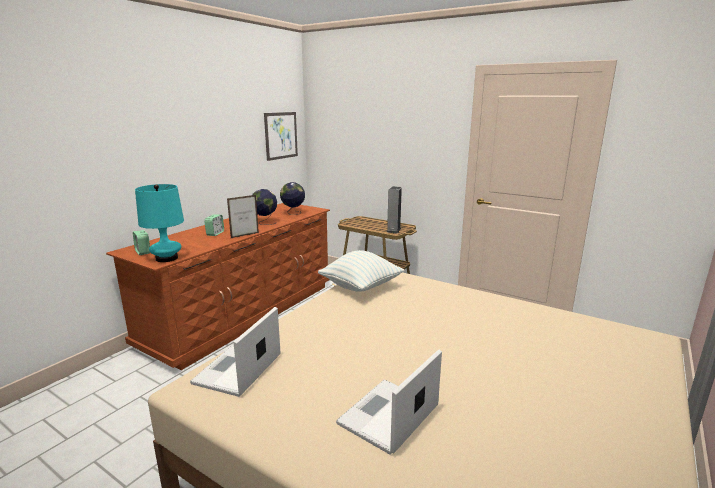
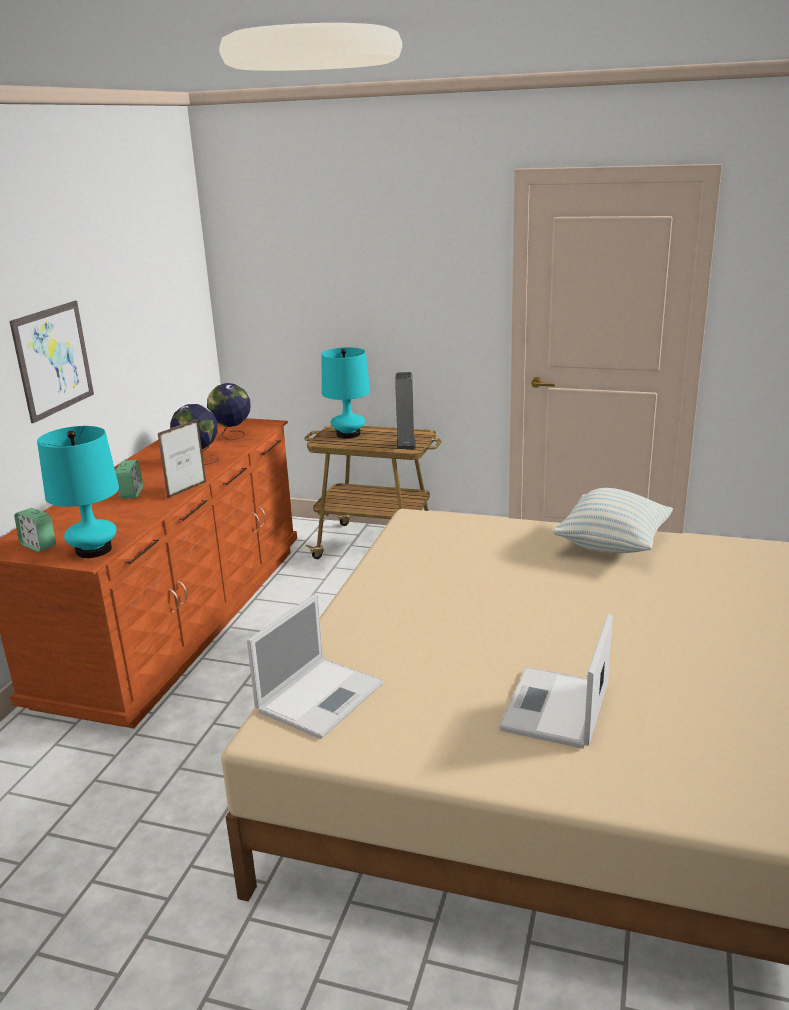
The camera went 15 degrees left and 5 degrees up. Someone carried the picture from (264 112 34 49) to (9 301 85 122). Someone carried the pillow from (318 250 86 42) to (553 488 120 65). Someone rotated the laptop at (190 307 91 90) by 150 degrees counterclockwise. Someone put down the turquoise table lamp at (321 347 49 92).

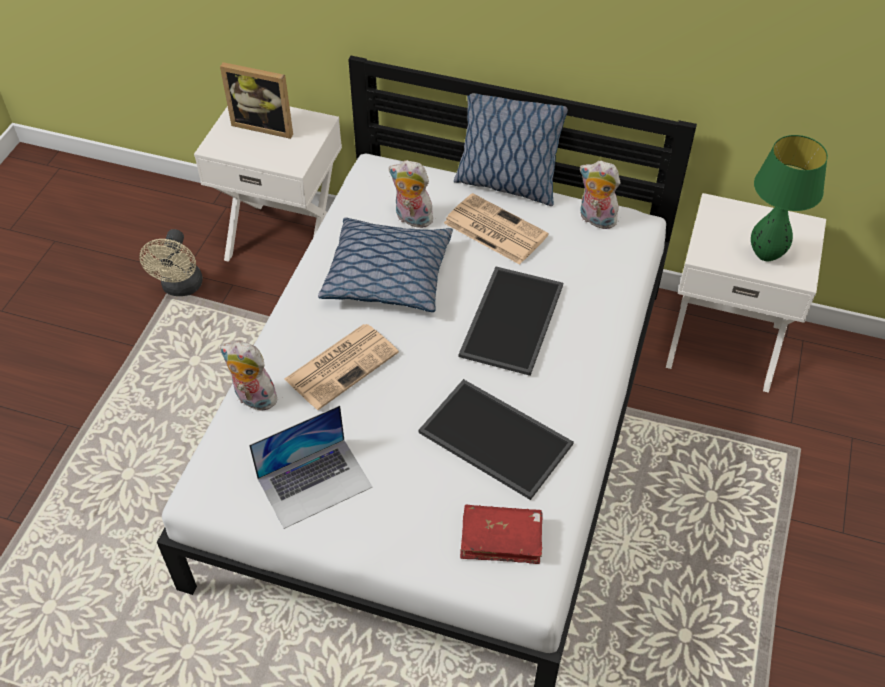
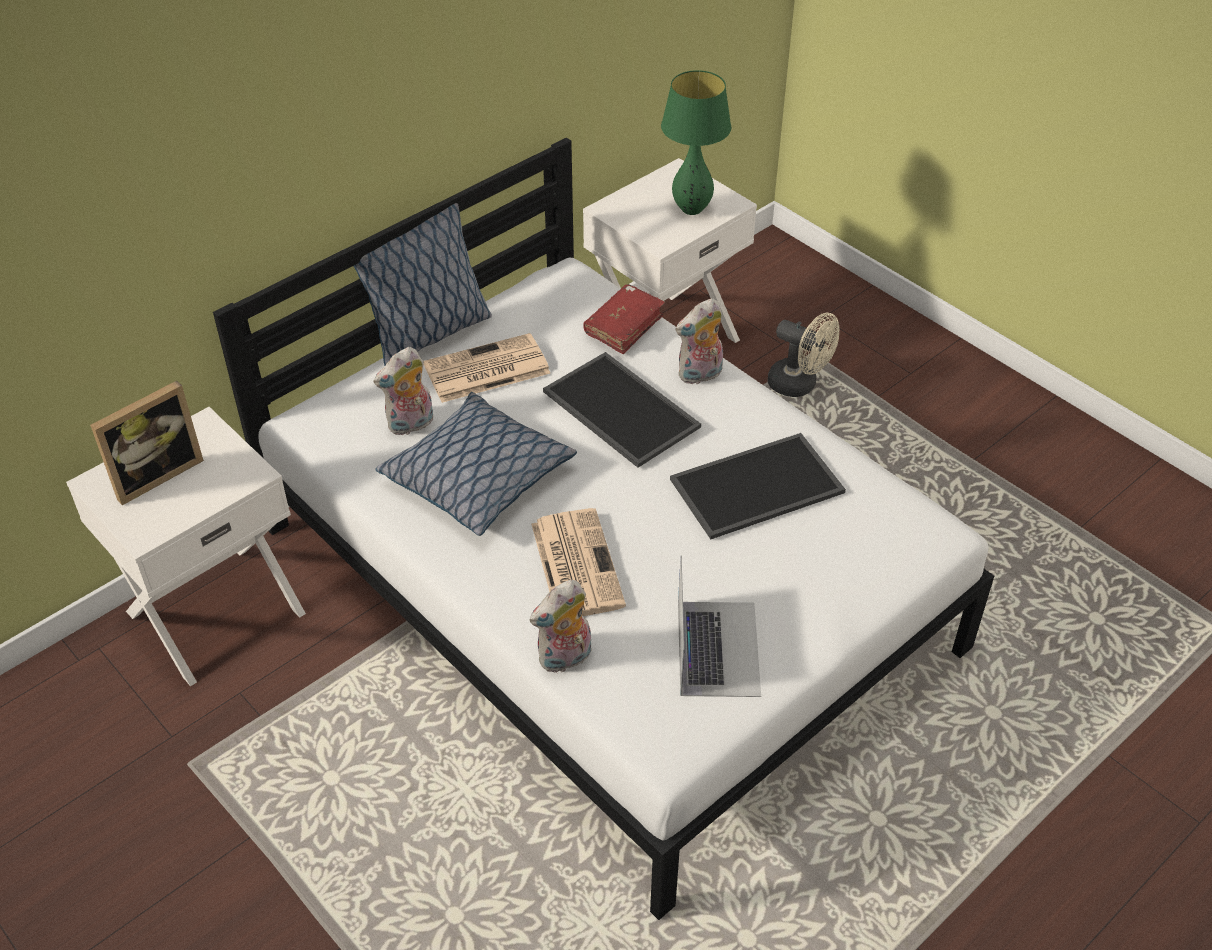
The camera went 60 degrees left and 5 degrees down. Someone carried the plush toy from (579 161 41 68) to (676 298 47 86). Someone carried the beige fan from (139 229 64 67) to (767 313 72 84). Someone carried the red book from (460 504 83 60) to (583 284 82 70).

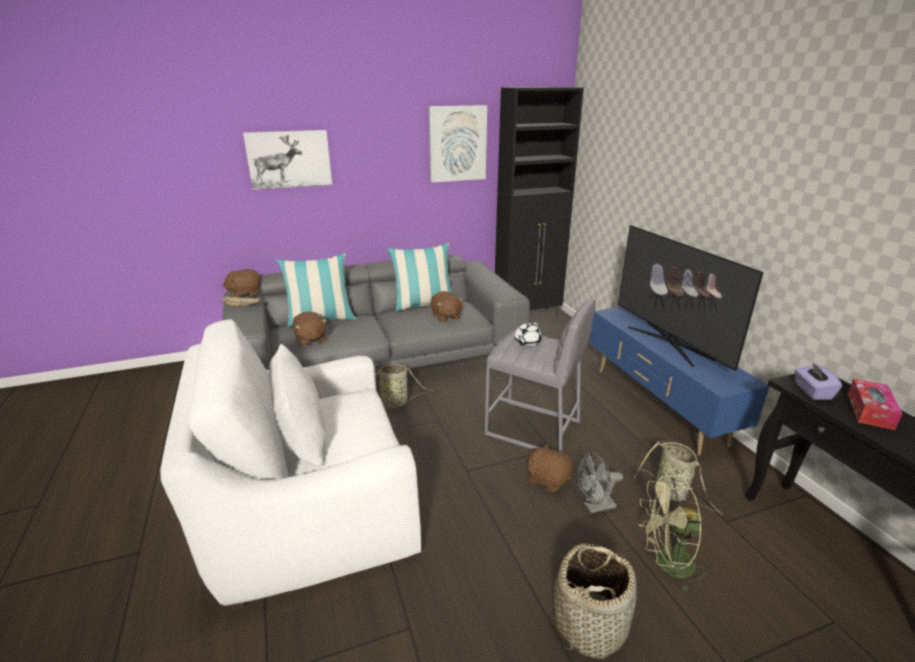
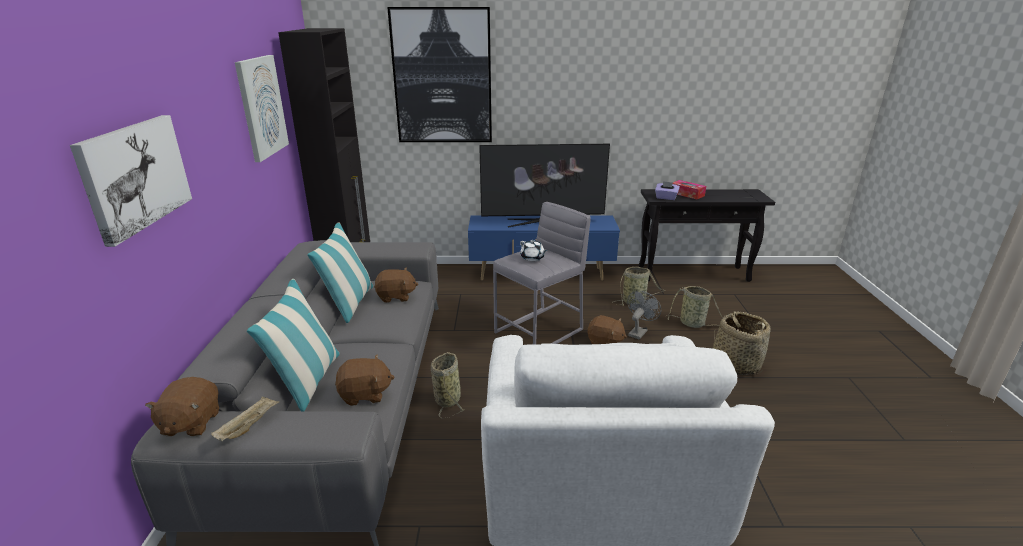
The camera went 70 degrees left and 0 degrees up. Someone rotated the brown plush toy at (526 444 47 49) by 120 degrees counterclockwise. Someone rotated the grey fan at (577 452 46 61) by 150 degrees counterclockwise. Someone swapped the green fan at (639 476 70 116) for the basket at (666 286 57 42). Someone put up the picture at (387 7 105 135).

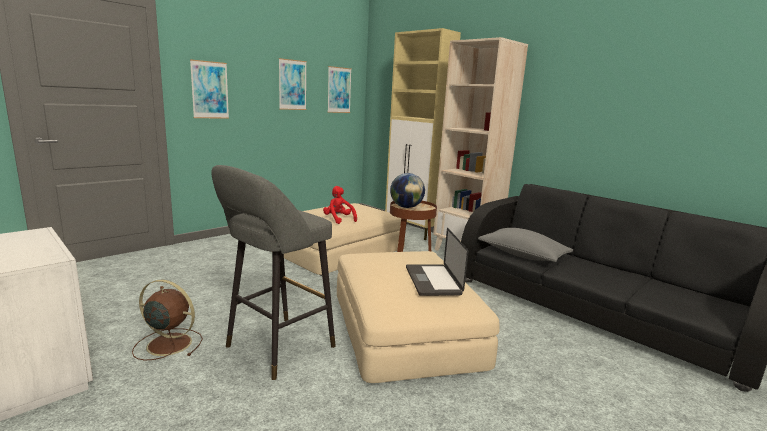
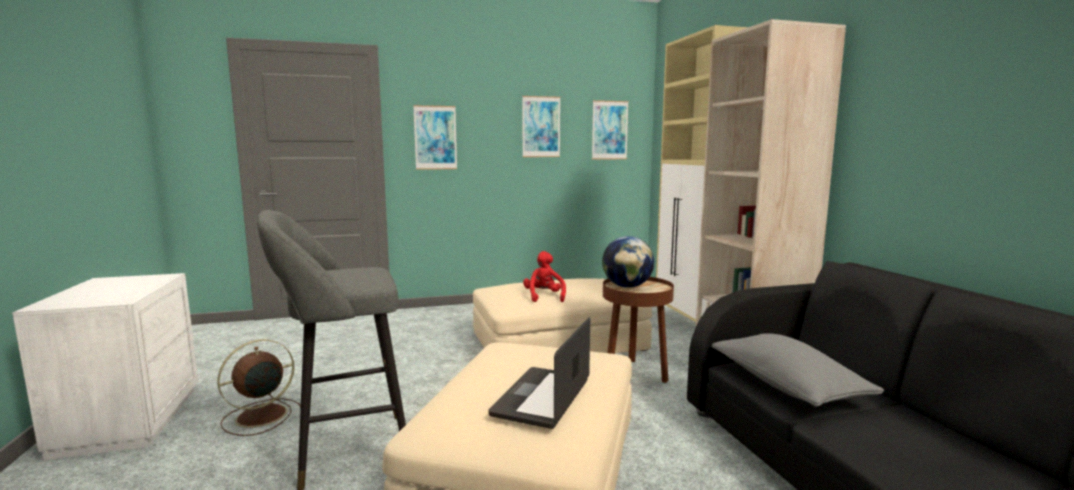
The camera went 30 degrees right and 5 degrees down. Someone rotated the brown fan at (132 280 71 80) by 90 degrees counterclockwise.

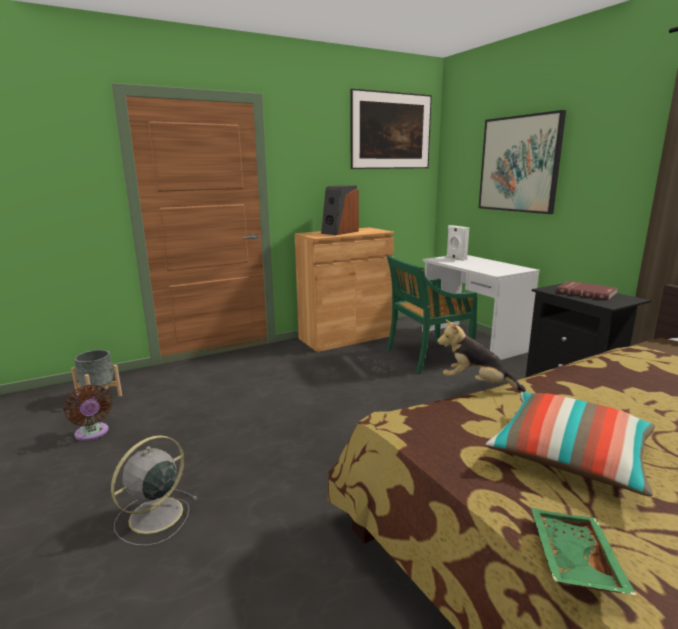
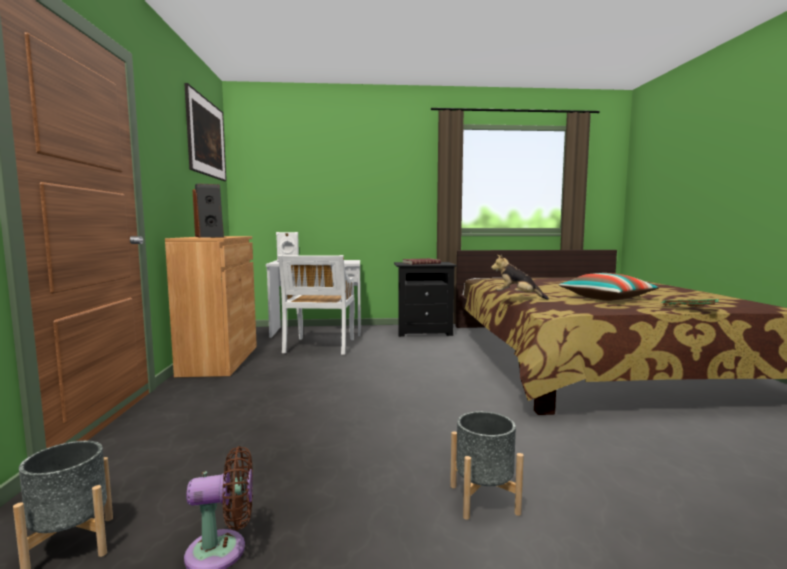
The camera went 65 degrees left and 10 degrees down. Someone took away the picture at (479 110 87 104). Someone repainted the green chair at (387 255 90 118), which became the white chair at (278 255 77 100). Someone rotated the plush toy at (437 320 89 72) by 75 degrees clockwise. Someone swapped the grey fan at (111 435 87 111) for the grey planter at (450 411 74 109).

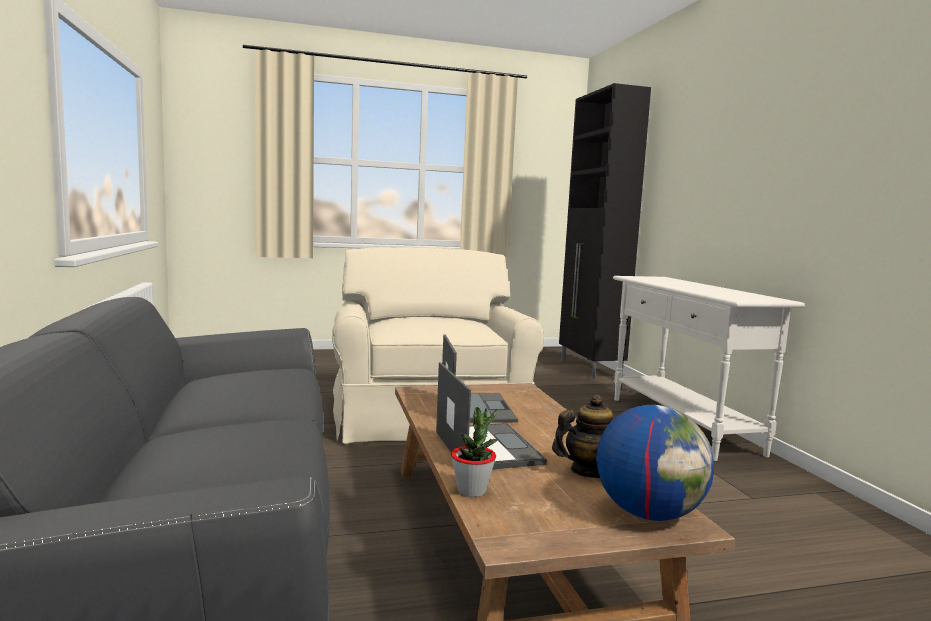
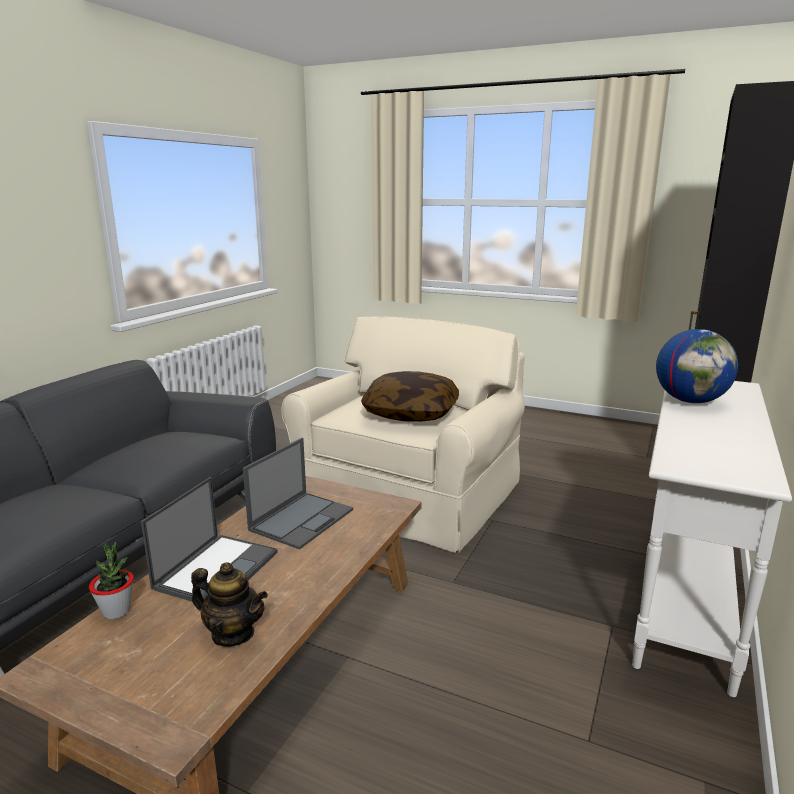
The camera went 40 degrees right and 10 degrees up. Someone carried the globe from (596 405 118 116) to (656 329 82 74). Someone put down the pillow at (361 371 98 51).

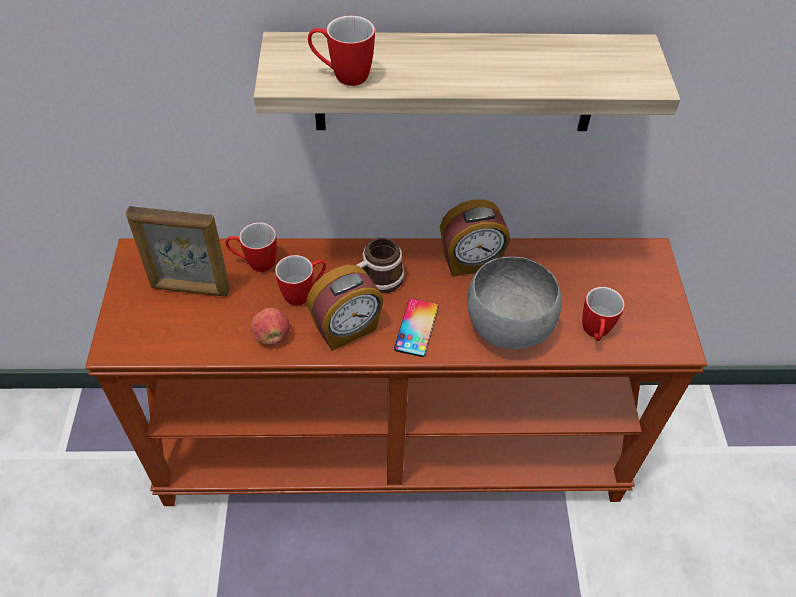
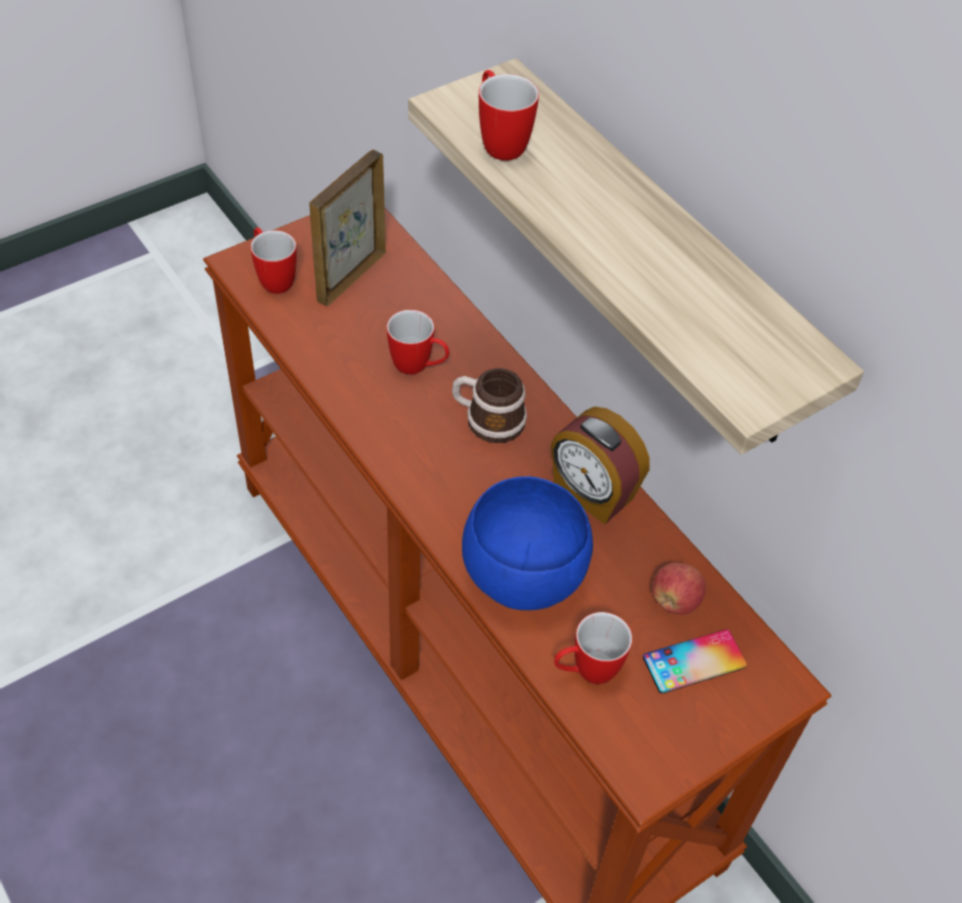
The camera went 55 degrees right and 0 degrees up. Someone rotated the picture frame at (126 206 104 91) by 60 degrees clockwise. Someone carried the mug from (226 222 51 50) to (250 227 47 67). Someone repainted the grey bowl at (467 257 95 92), which became the blue bowl at (462 476 131 134). Someone took away the alarm clock at (306 265 78 86). Someone carried the phone from (394 298 45 59) to (643 629 104 64). Someone carried the apple from (251 308 39 37) to (652 562 54 52).

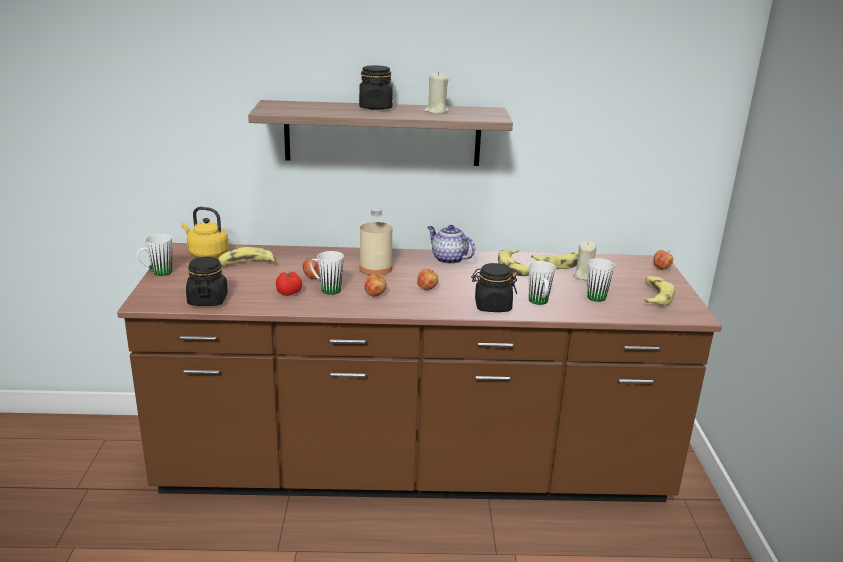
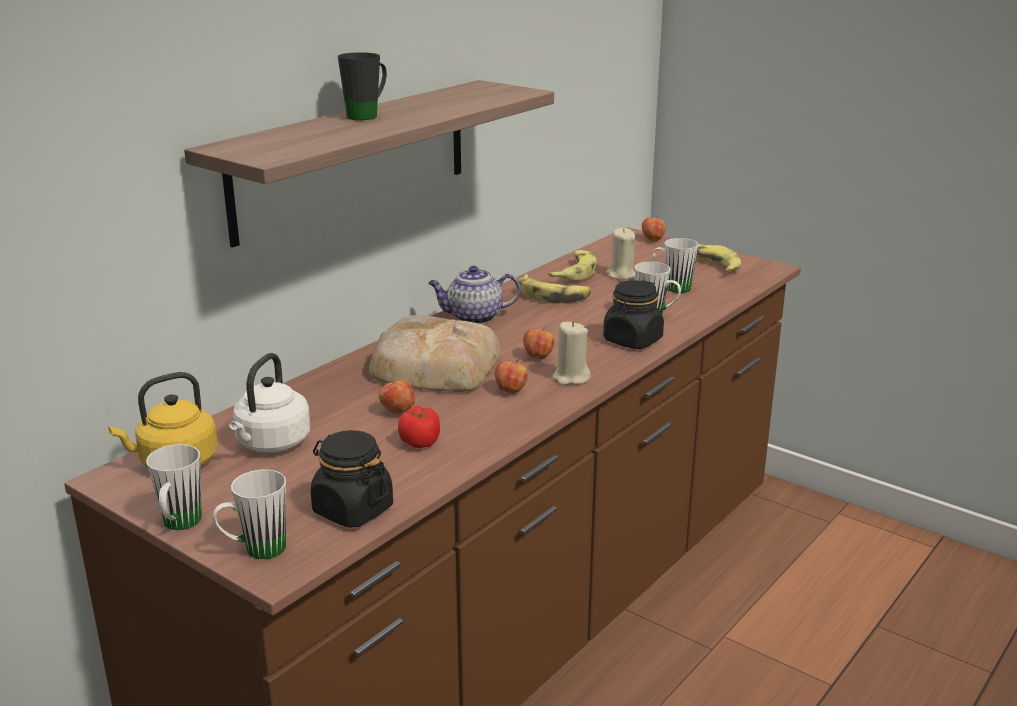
The camera went 50 degrees left and 0 degrees up. Someone swapped the black jar at (359 65 34 45) for the black mug at (338 52 49 68). Someone carried the beige candle from (424 72 25 42) to (552 321 39 64). Someone swapped the beige bottle at (359 208 33 68) for the bread at (369 315 132 77). Someone swapped the banana at (218 247 58 19) for the white kettle at (229 353 81 100). Someone carried the white mug from (310 251 34 44) to (213 470 73 89).

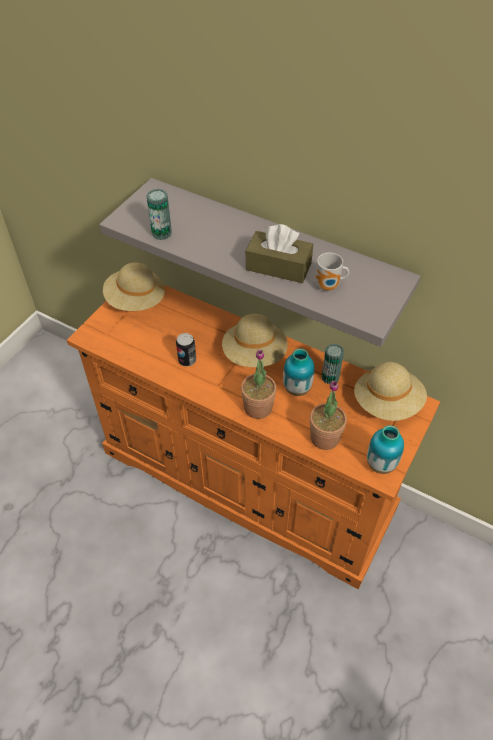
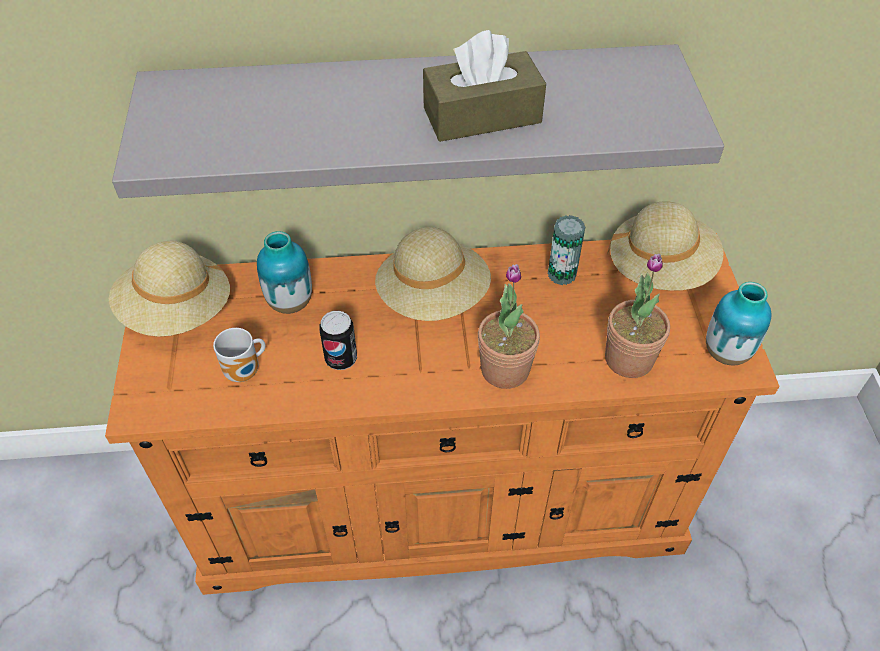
The camera went 35 degrees left and 0 degrees up. Someone took away the can at (146 189 26 51). Someone carried the mug from (316 252 33 39) to (213 328 53 54). Someone carried the vase from (283 349 31 47) to (257 231 55 83).

